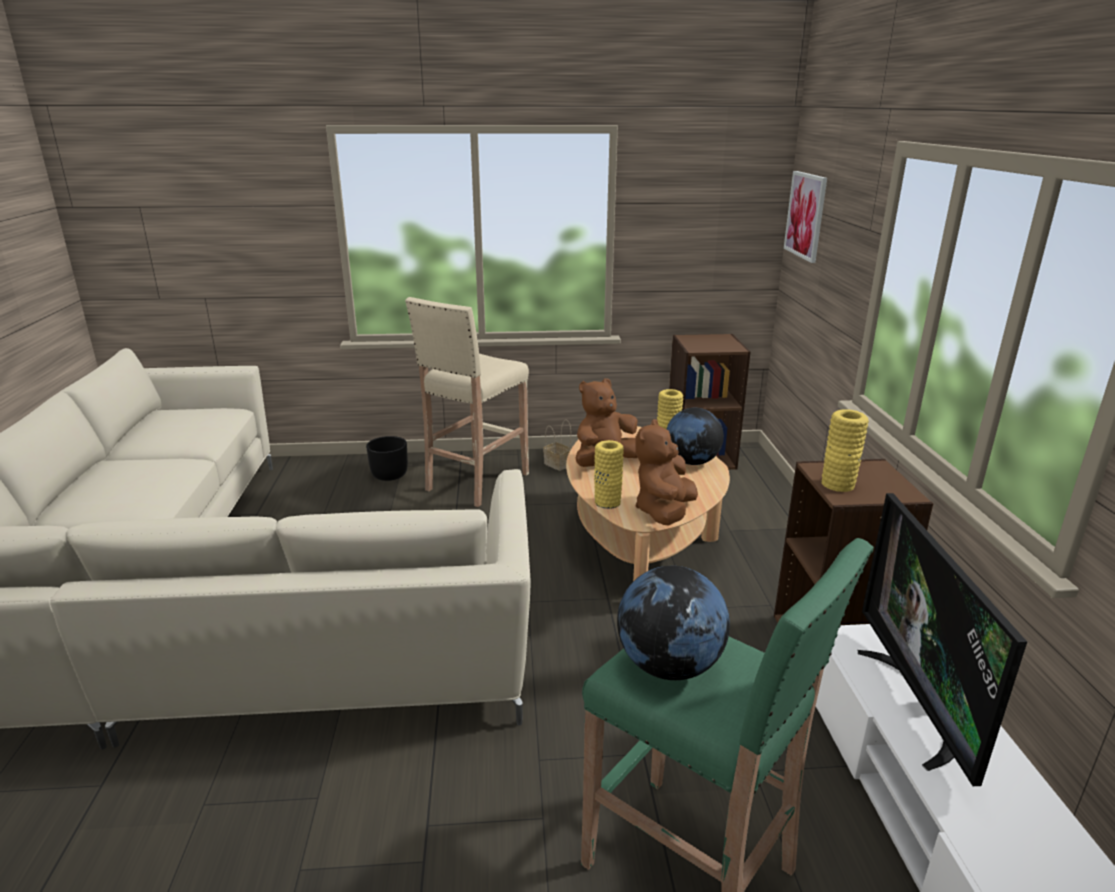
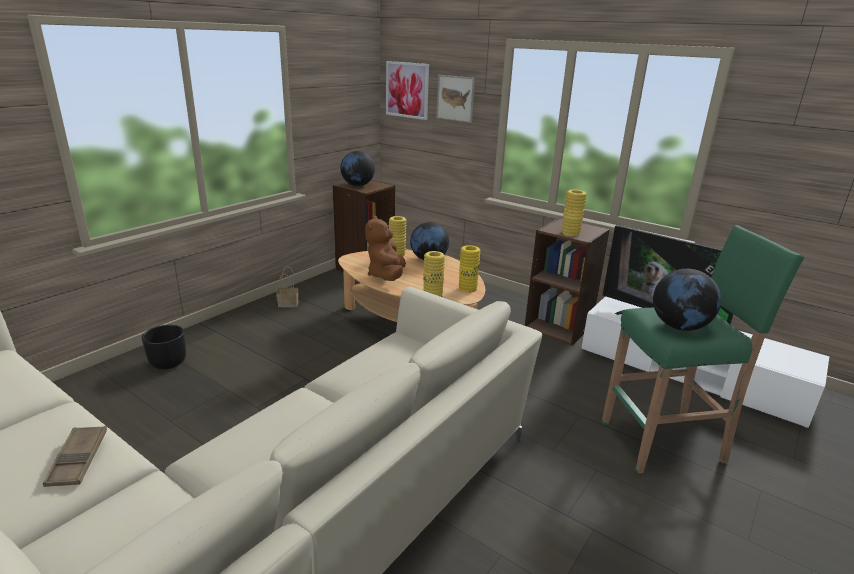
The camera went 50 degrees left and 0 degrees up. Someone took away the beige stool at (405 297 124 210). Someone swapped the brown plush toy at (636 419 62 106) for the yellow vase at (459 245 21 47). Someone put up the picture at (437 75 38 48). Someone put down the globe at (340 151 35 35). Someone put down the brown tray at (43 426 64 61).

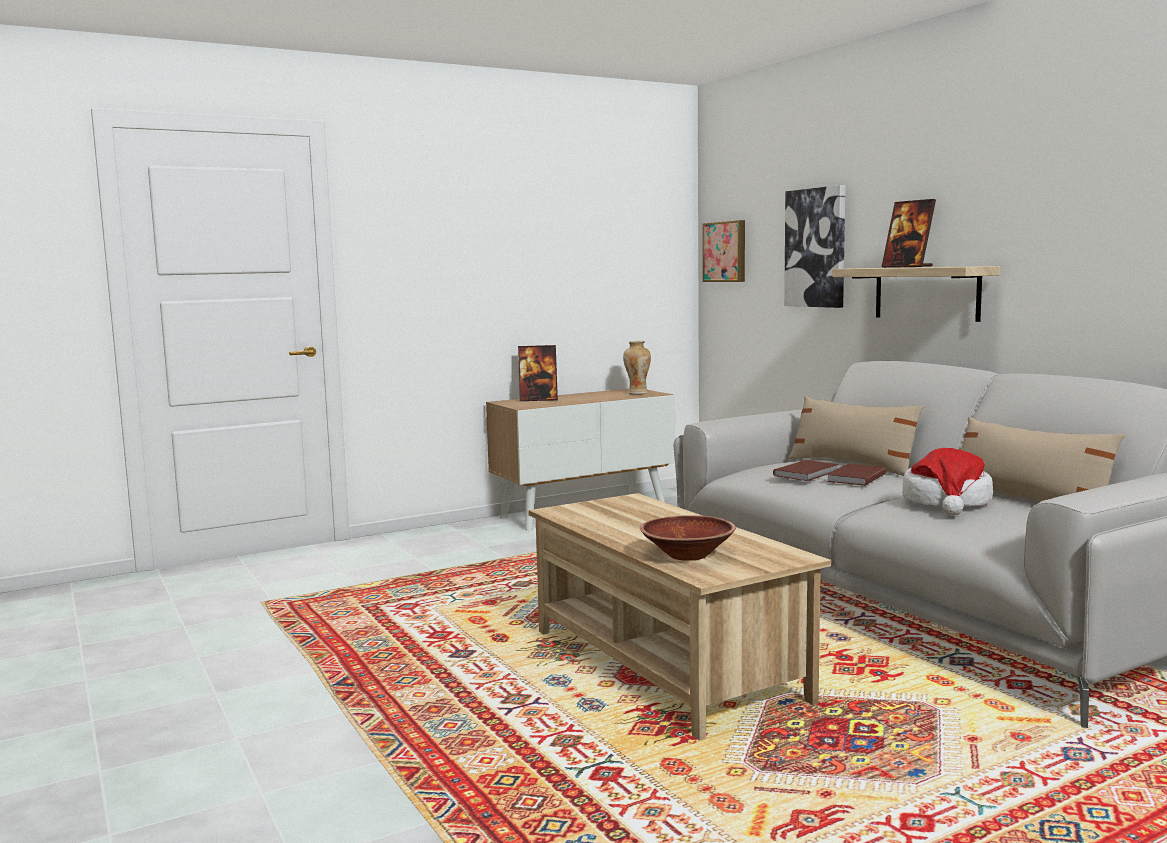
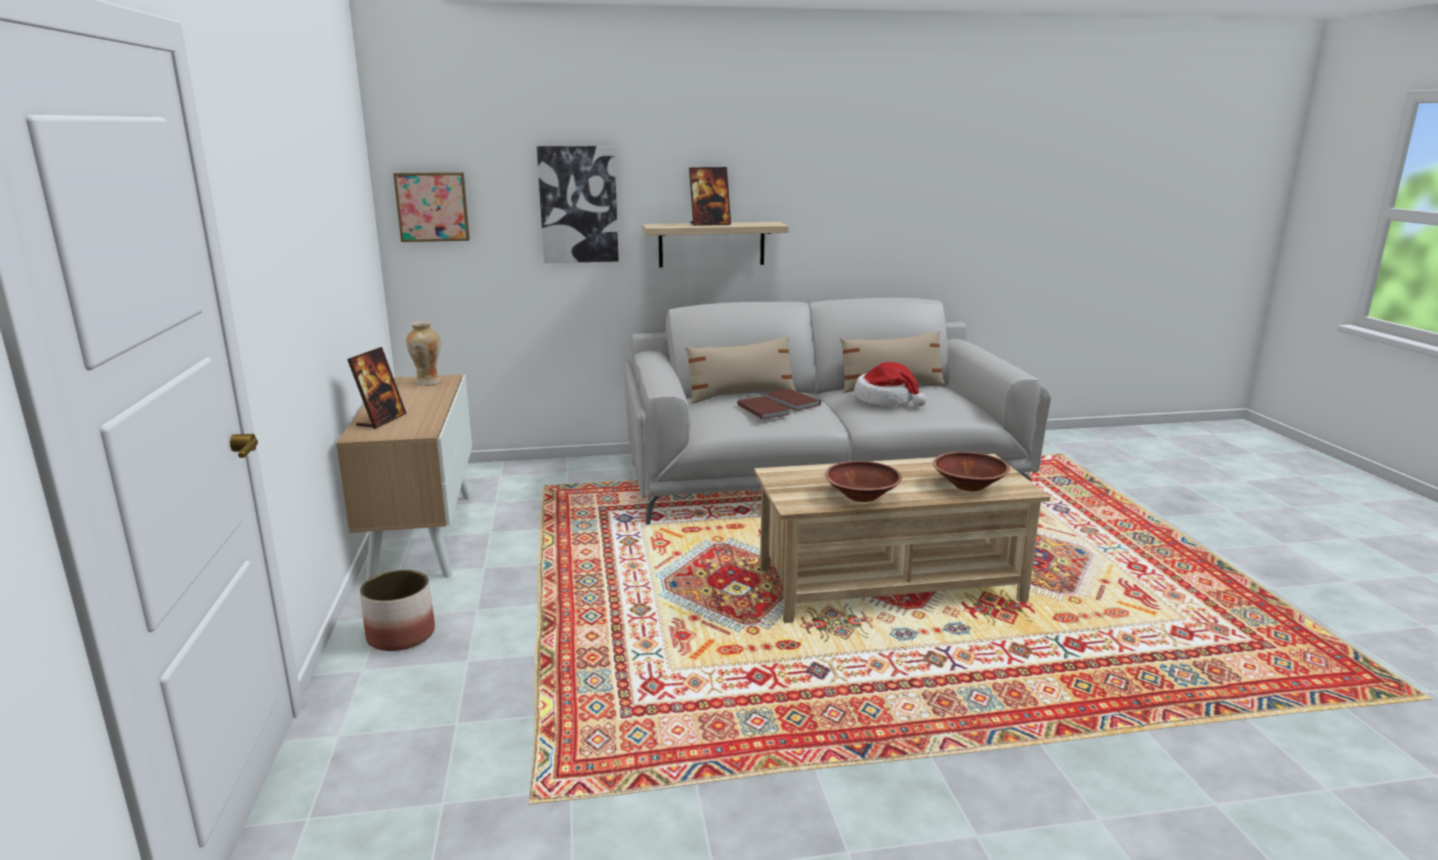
The camera went 70 degrees left and 10 degrees up. Someone put down the brown bowl at (825 461 77 41). Someone put down the planter at (360 570 75 81).

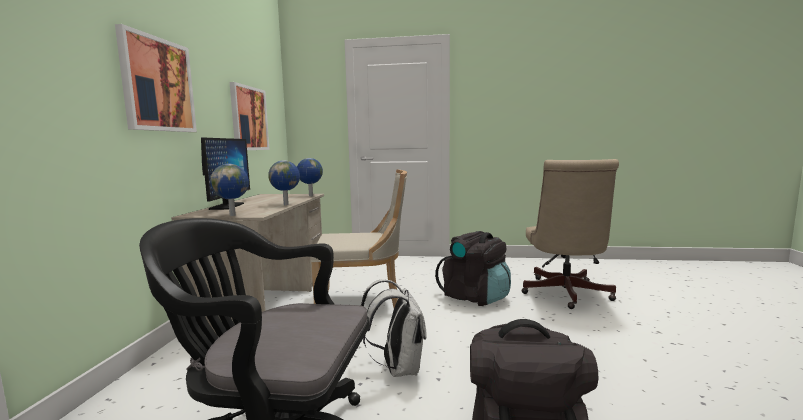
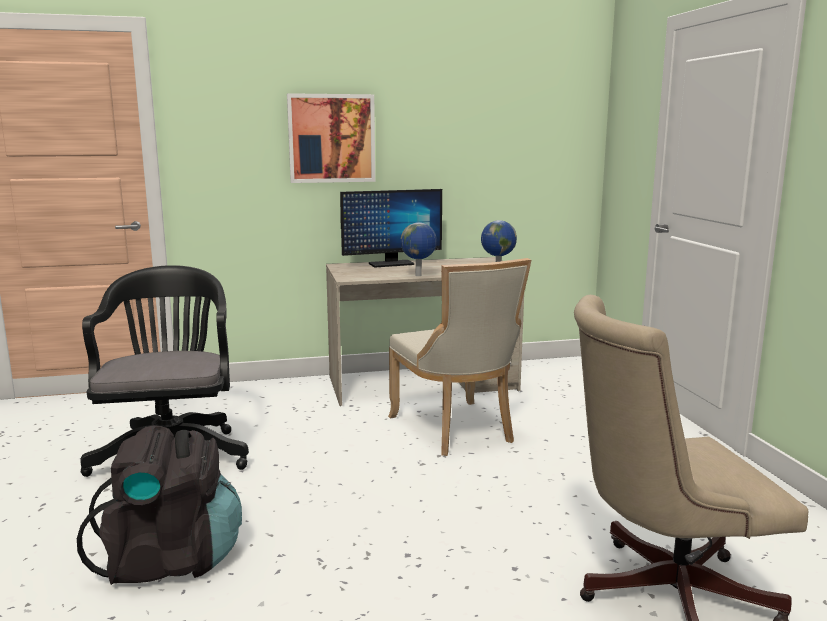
The camera went 70 degrees right and 5 degrees up. Someone took away the picture at (230 82 39 68). Someone took away the globe at (210 164 39 52). Someone took away the black backpack at (435 231 76 75). Someone took away the white backpack at (360 279 67 98).

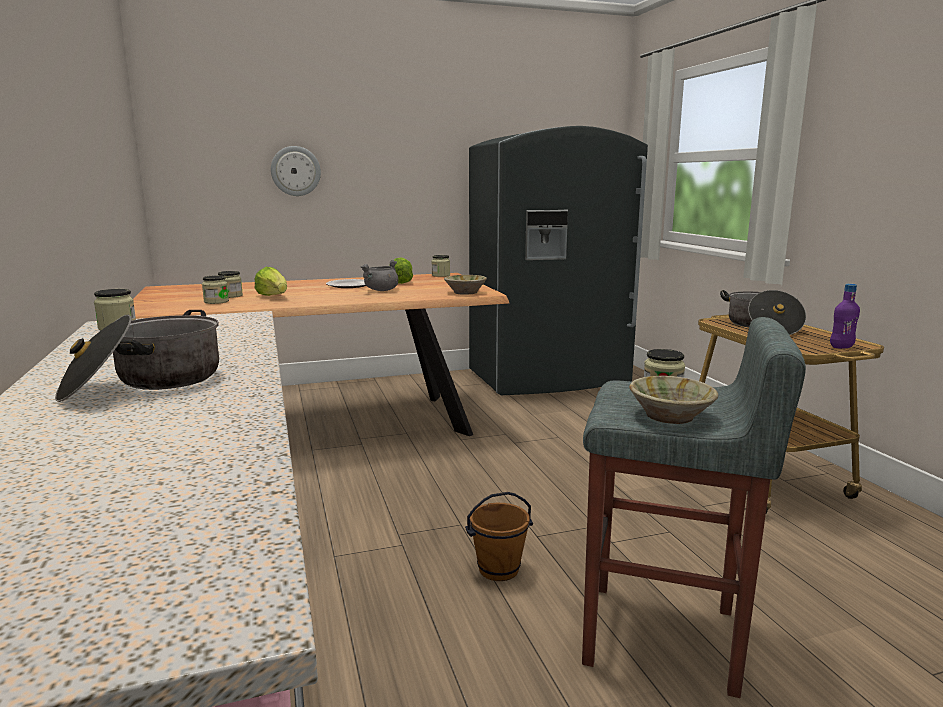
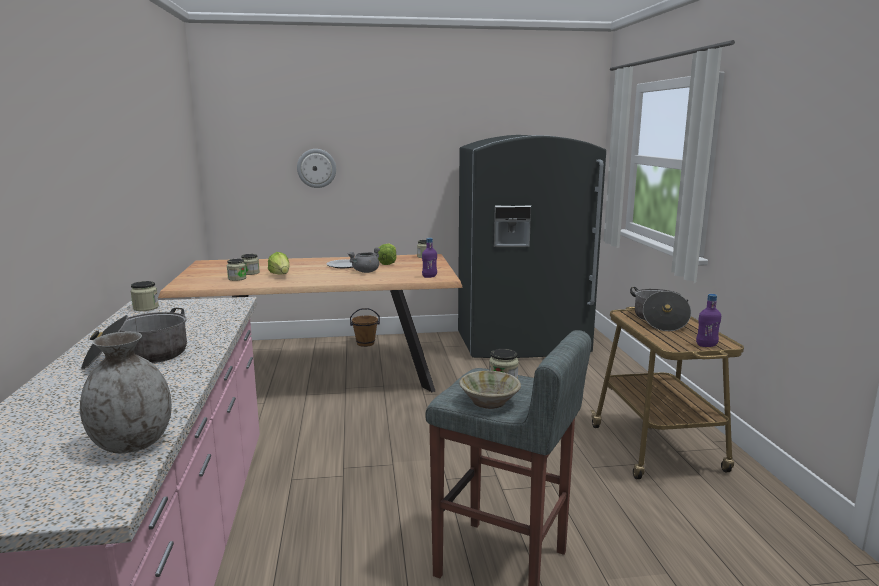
The camera went 10 degrees right and 0 degrees up. Someone swapped the beige bowl at (444 275 43 20) for the purple bottle at (422 238 15 40). Someone carried the brown bucket from (465 492 68 89) to (350 308 30 39). Someone put down the grey vase at (80 332 92 121).

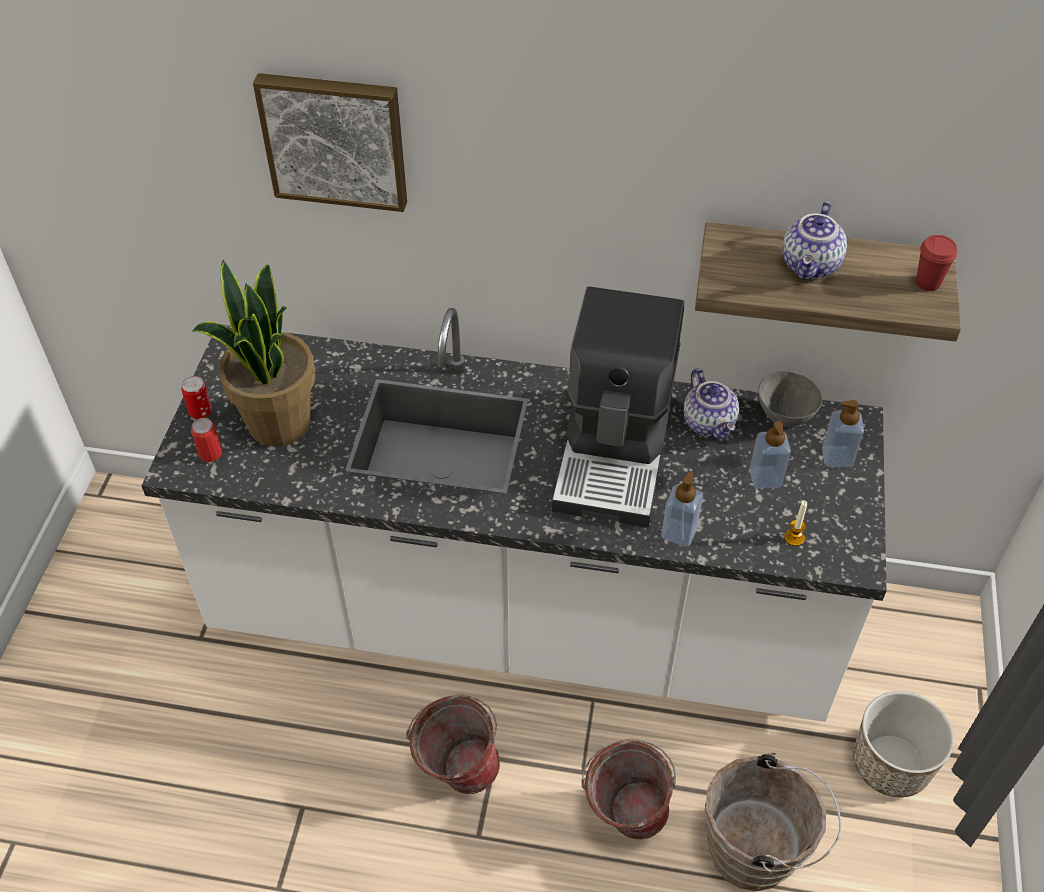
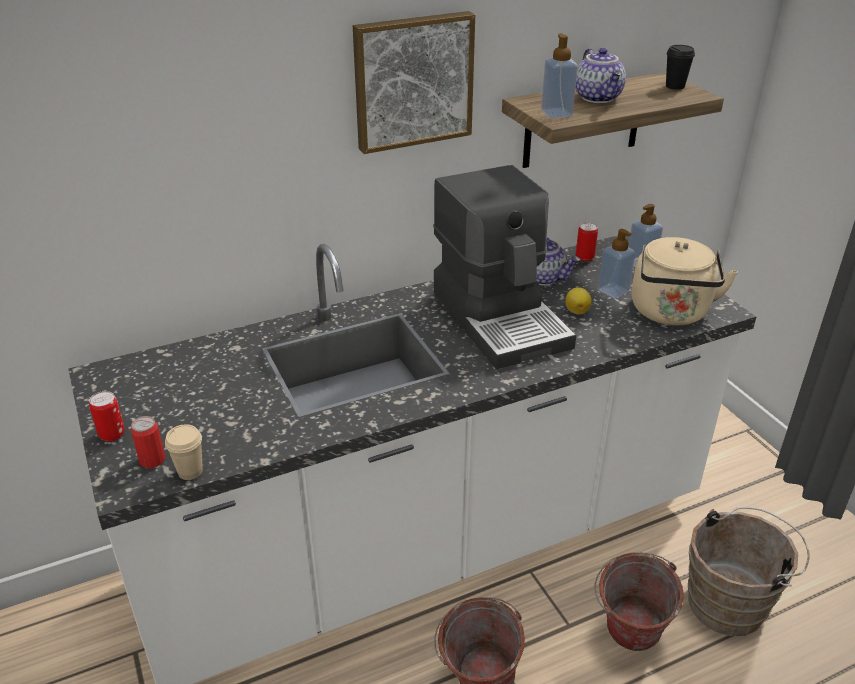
The camera went 35 degrees left and 15 degrees down. Someone carried the picture from (253 73 154 139) to (353 11 122 143). Someone repainted the red cup at (916 235 41 56), which became the black cup at (666 45 29 45). Someone took away the potted plant at (192 259 123 188). Someone swapped the grey bowl at (758 371 65 56) for the can at (576 223 22 38). Someone carried the soap dispenser from (662 471 41 76) to (541 33 37 85). Someone swapped the candle at (784 501 23 45) for the beige kettle at (631 237 107 88). Someone took away the planter at (853 691 101 107). Someone put down the lemon at (565 287 27 27). Someone put down the beige cup at (165 424 38 56).

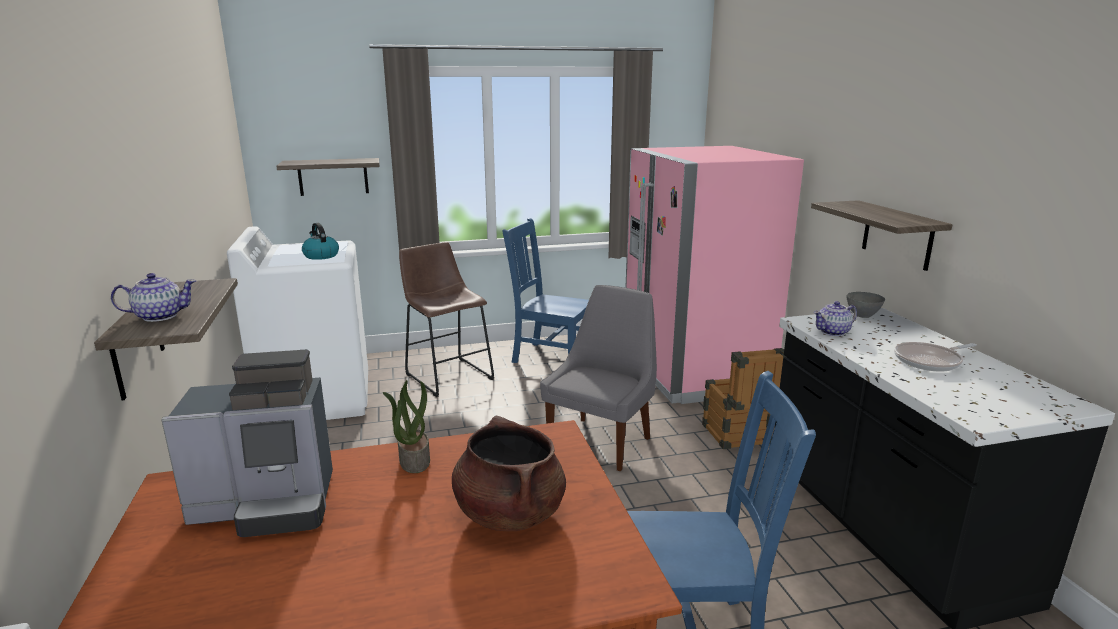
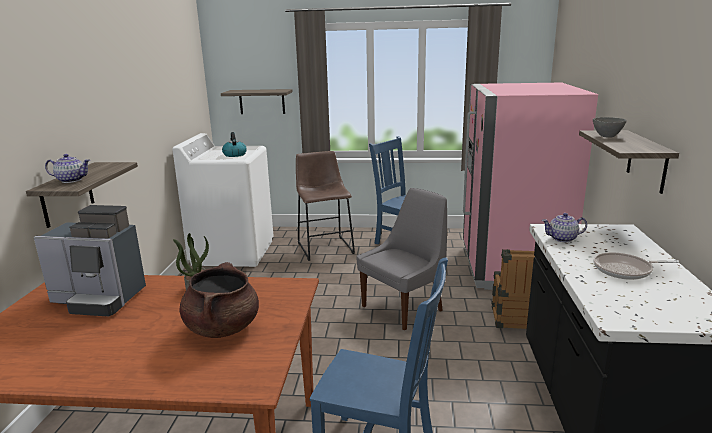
The camera went 20 degrees right and 0 degrees up. Someone carried the grey bowl from (846 292 39 26) to (593 117 34 21).

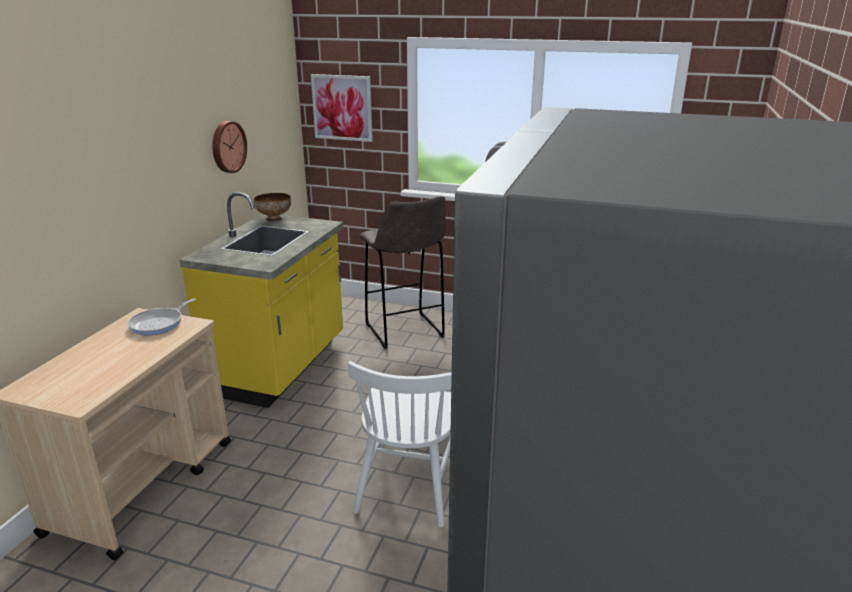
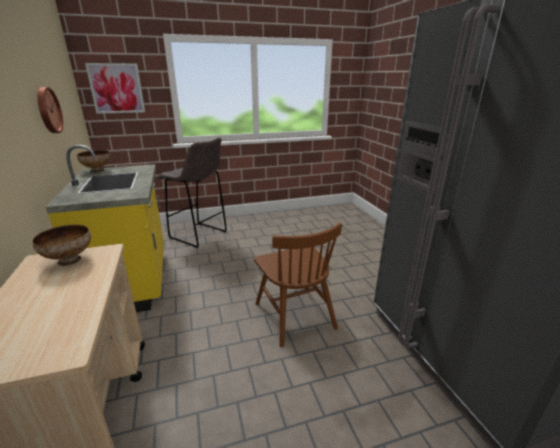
The camera went 35 degrees left and 0 degrees up. Someone swapped the frying pan at (127 298 69 37) for the bowl at (32 224 59 42). Someone repainted the white chair at (348 361 104 166), which became the brown chair at (254 223 88 124).

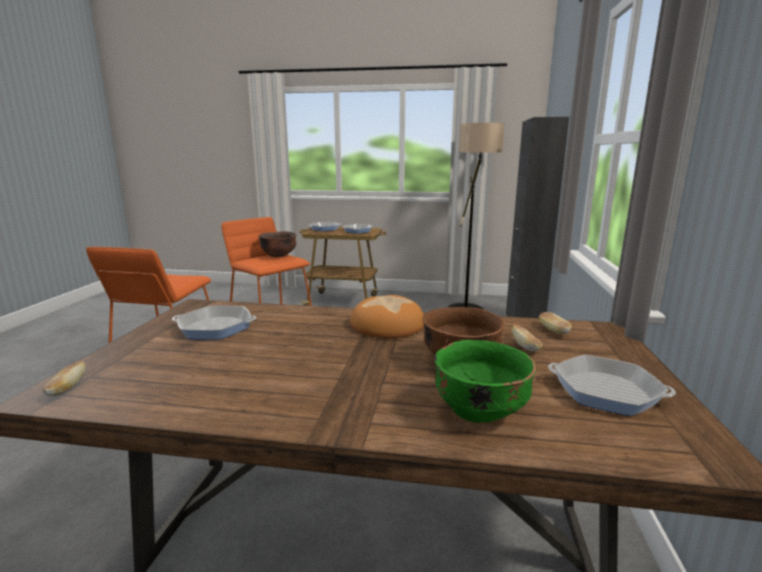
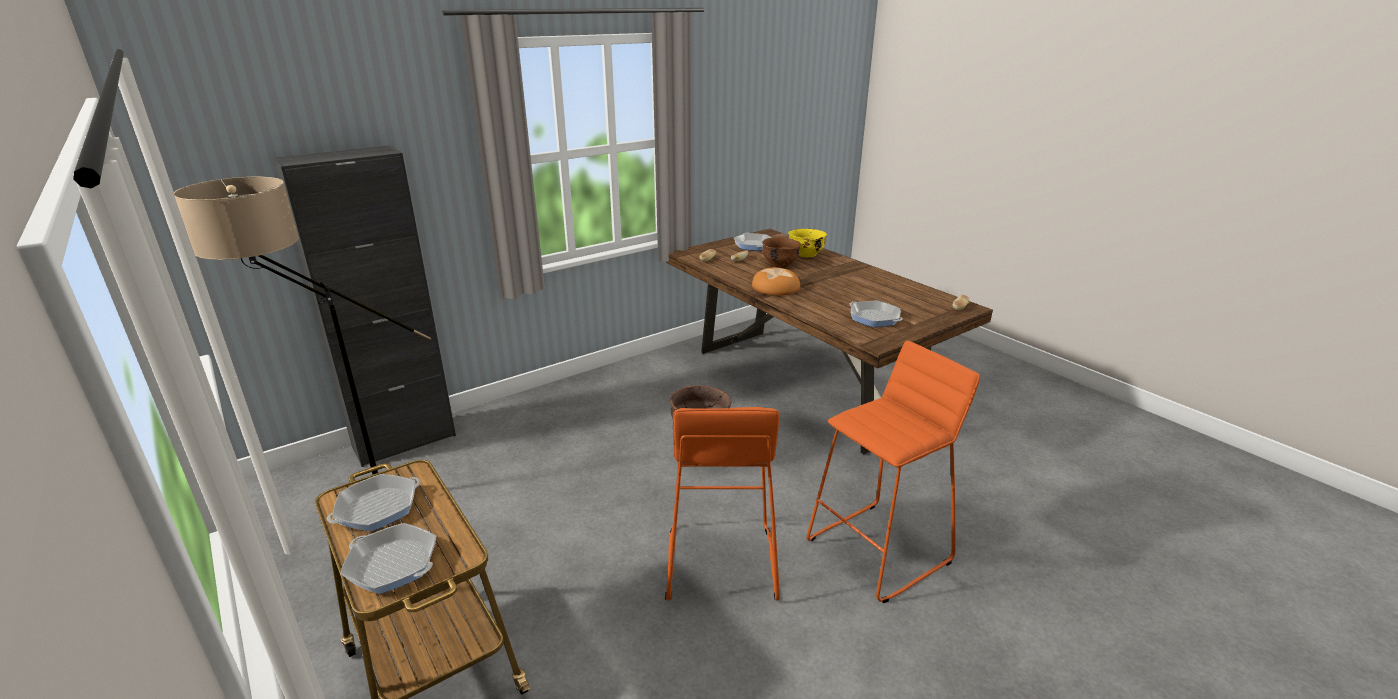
The camera went 135 degrees left and 10 degrees up. Someone repainted the green bowl at (434 340 103 83), which became the yellow bowl at (788 229 39 28).

